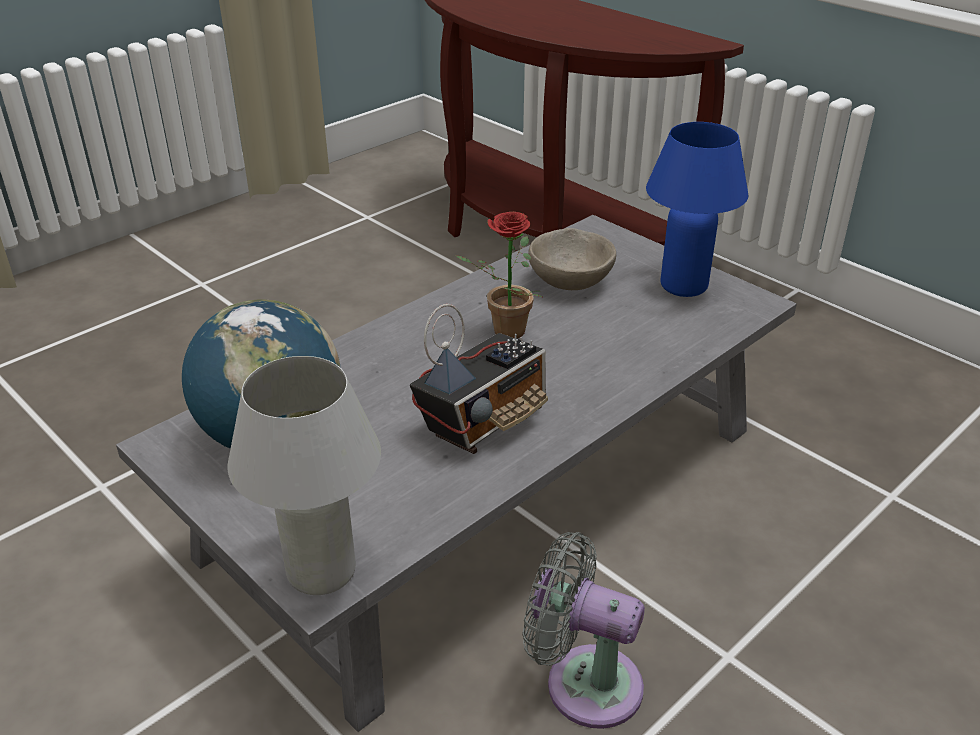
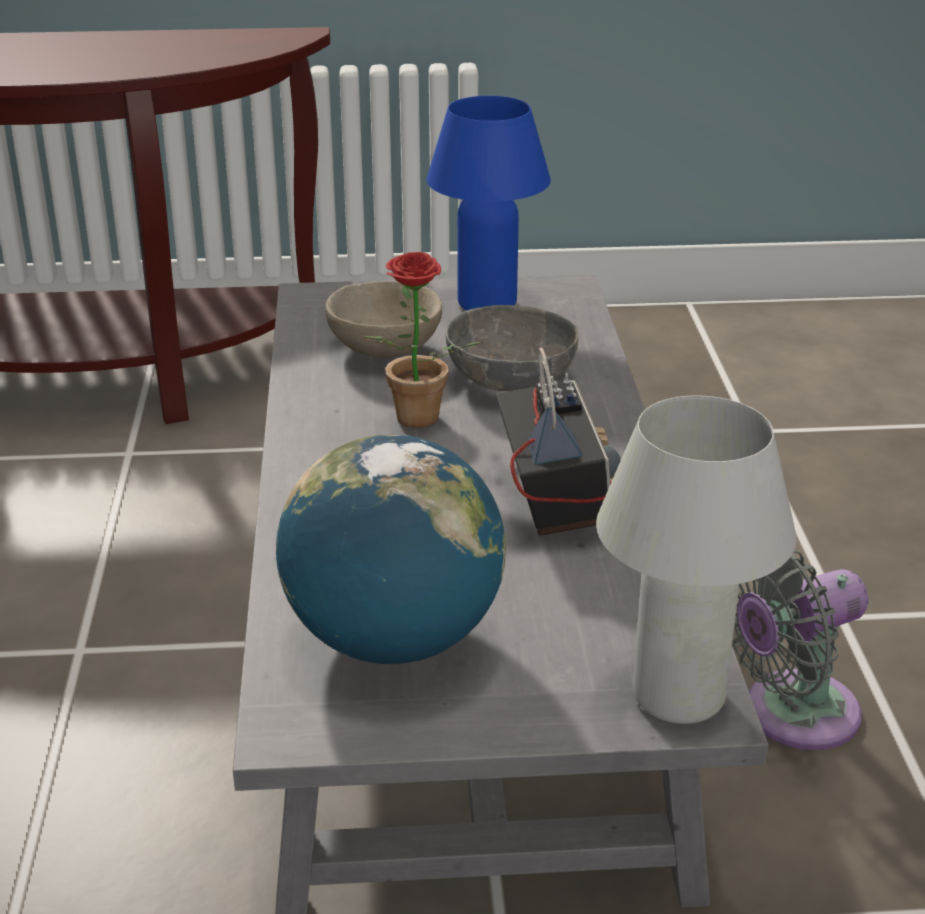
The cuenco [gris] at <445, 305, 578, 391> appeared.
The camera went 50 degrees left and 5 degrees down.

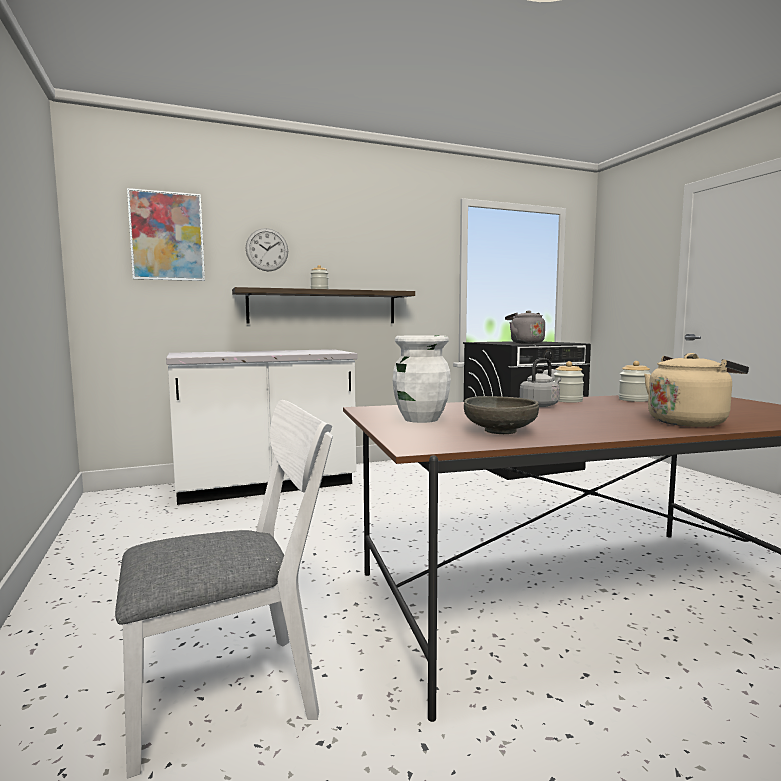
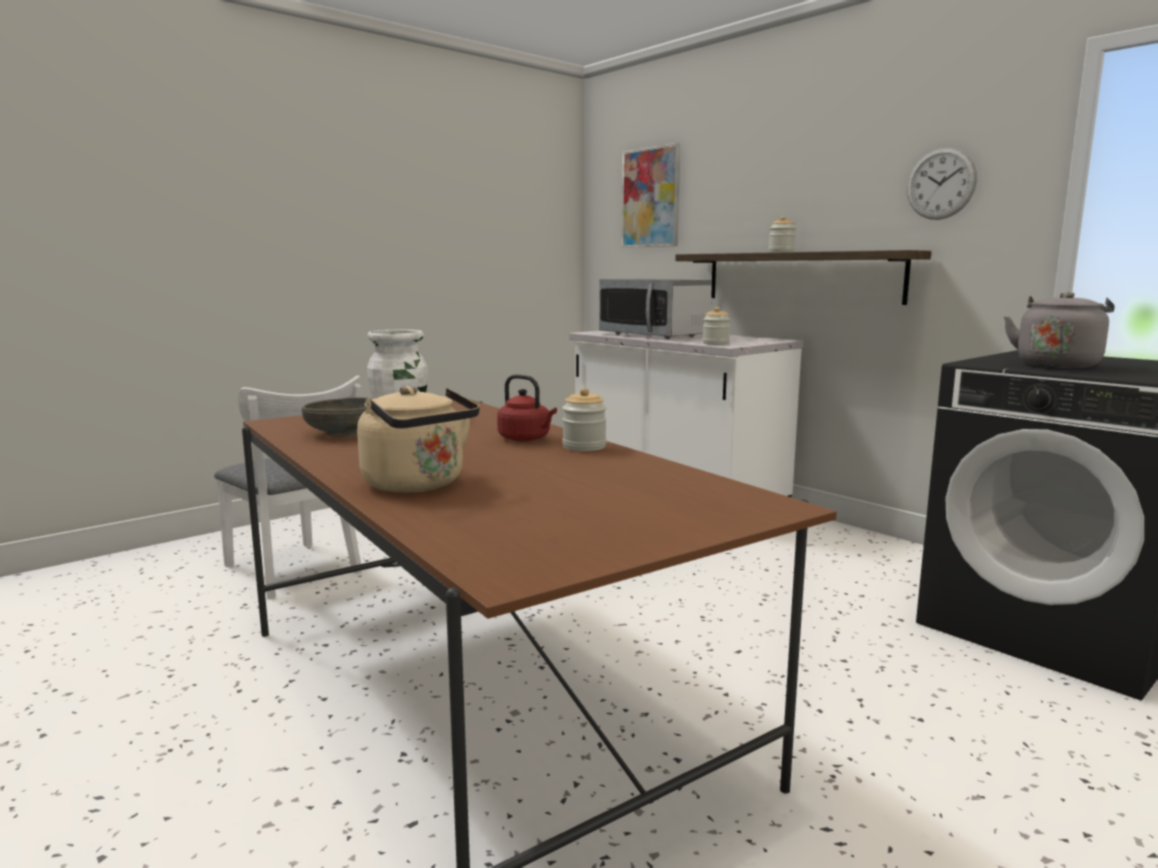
The microondas at <599, 279, 712, 339> appeared.
The reloj de pared moved from <246, 228, 288, 271> to <907, 147, 977, 220>.
The tarro moved from <619, 361, 651, 402> to <702, 307, 731, 345>.
The hervidor [gris] at <520, 358, 561, 407> became the hervidor [rojo] at <497, 375, 557, 442>.
The camera went 70 degrees right and 5 degrees up.

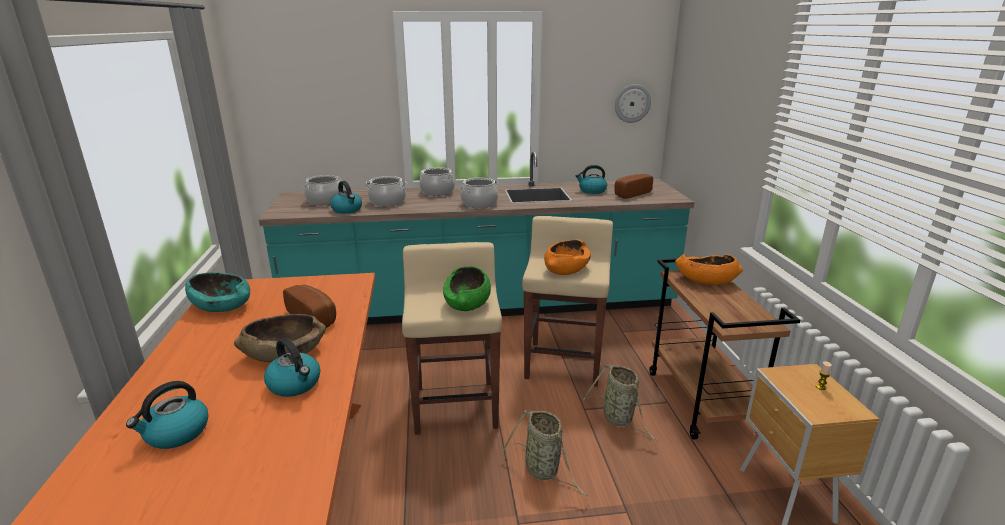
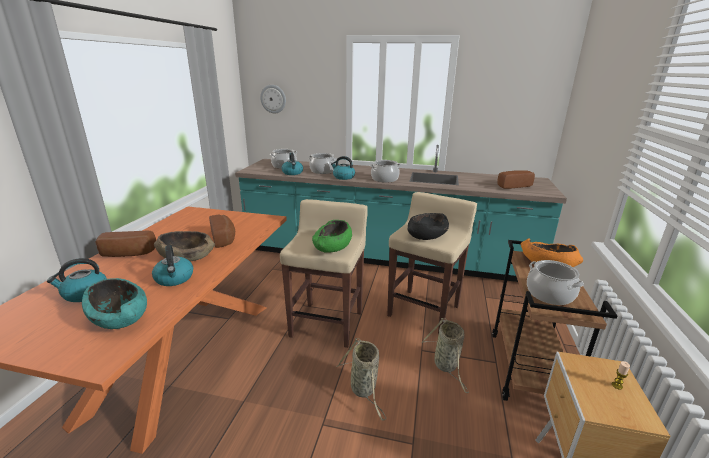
The pan at <95, 231, 156, 257> appeared.
The cuenco [turquesa] moved from <185, 272, 250, 312> to <82, 278, 147, 329>.
The olla moved from <419, 167, 455, 196> to <527, 260, 584, 305>.
The hervidor moved from <576, 165, 607, 194> to <331, 156, 355, 180>.
The reloj de pared moved from <615, 84, 651, 123> to <260, 85, 286, 113>.
The cuenco [naranja] at <544, 239, 591, 275> became the cuenco [negro] at <407, 213, 449, 240>.
The camera went 20 degrees right and 0 degrees up.

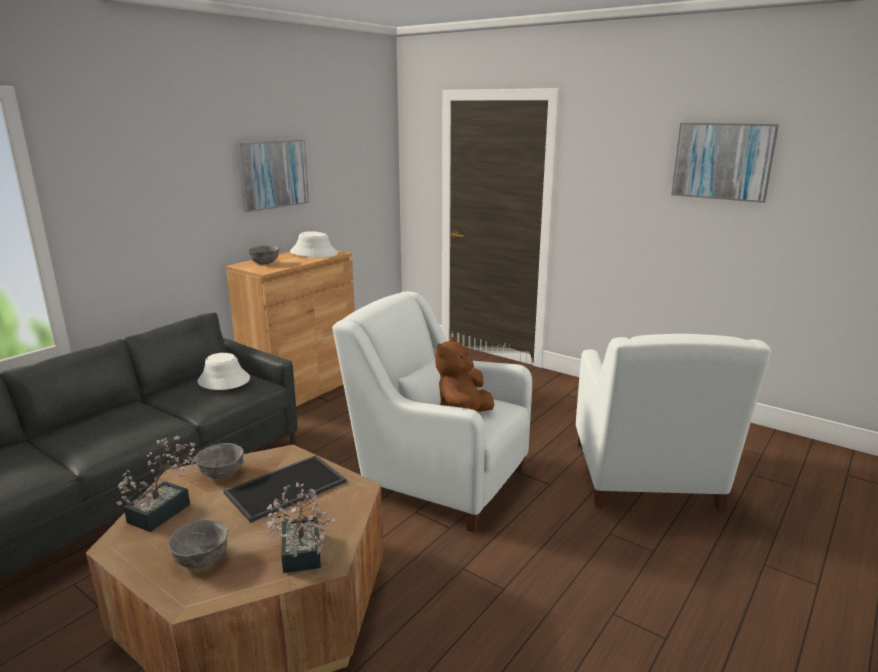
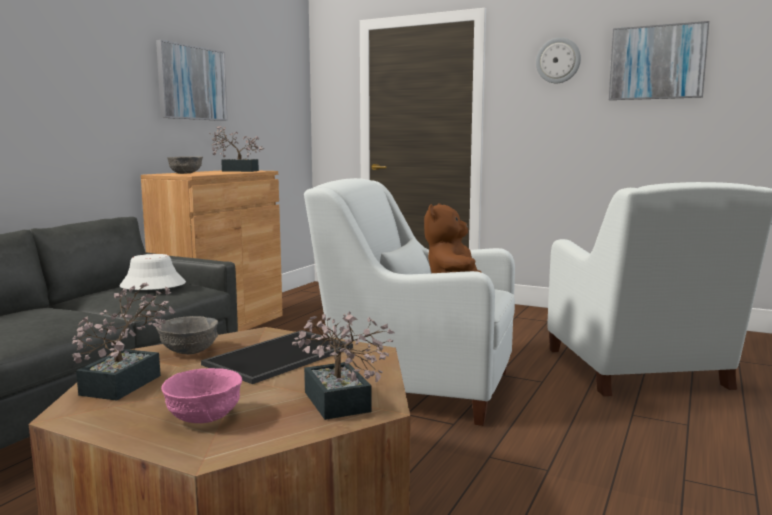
The reloj de pared at <536, 37, 581, 83> appeared.
The sombrero [blanco] at <290, 231, 338, 257> was replaced by the planta en maceta at <209, 126, 264, 172>.
The cuenco [gris] at <168, 519, 228, 569> became the cuenco [rosa] at <161, 368, 242, 423>.
The camera went 10 degrees left and 10 degrees down.

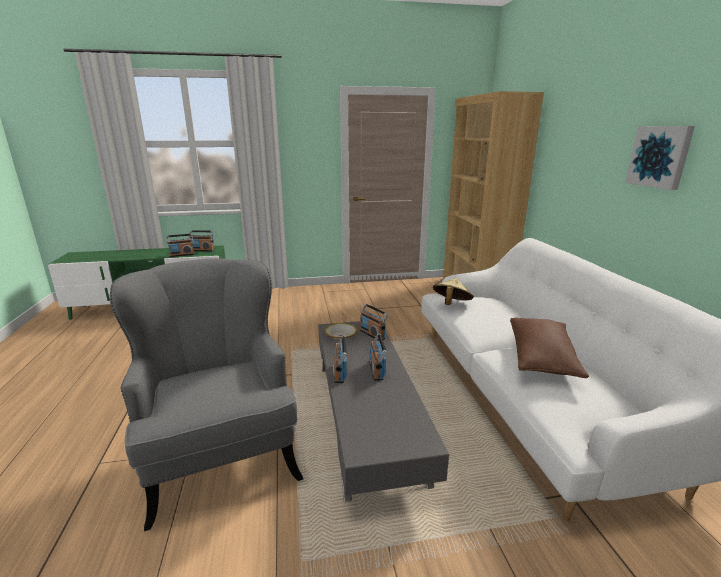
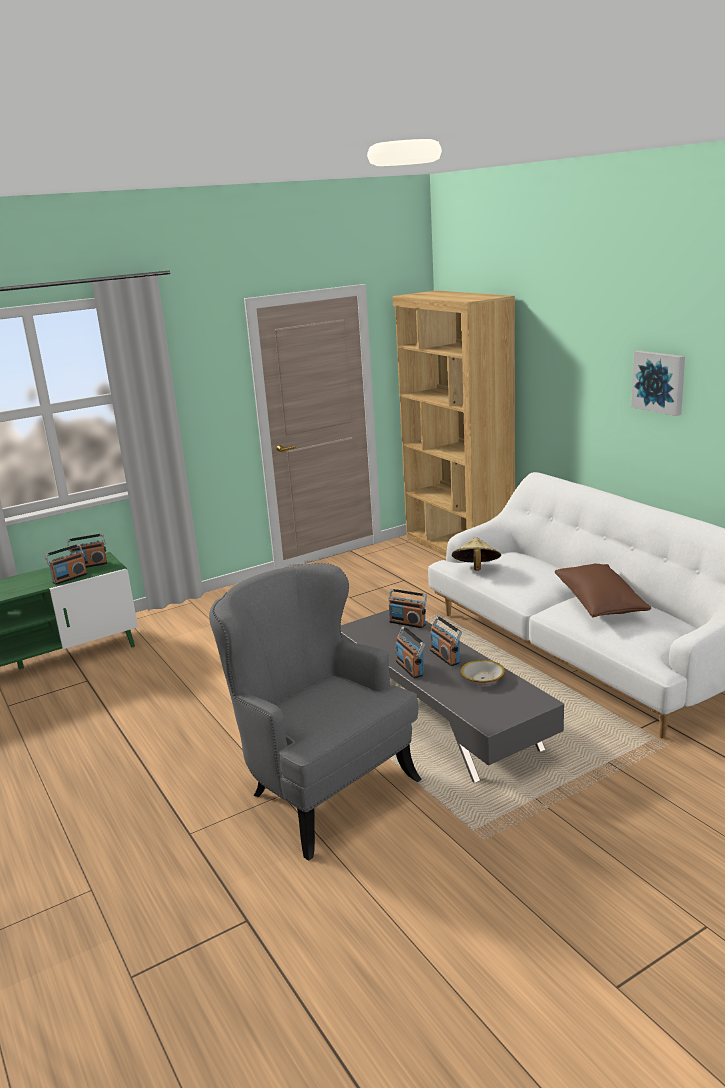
The cuenco moved from <325, 323, 357, 340> to <461, 660, 505, 685>.
The camera went 20 degrees left and 0 degrees up.

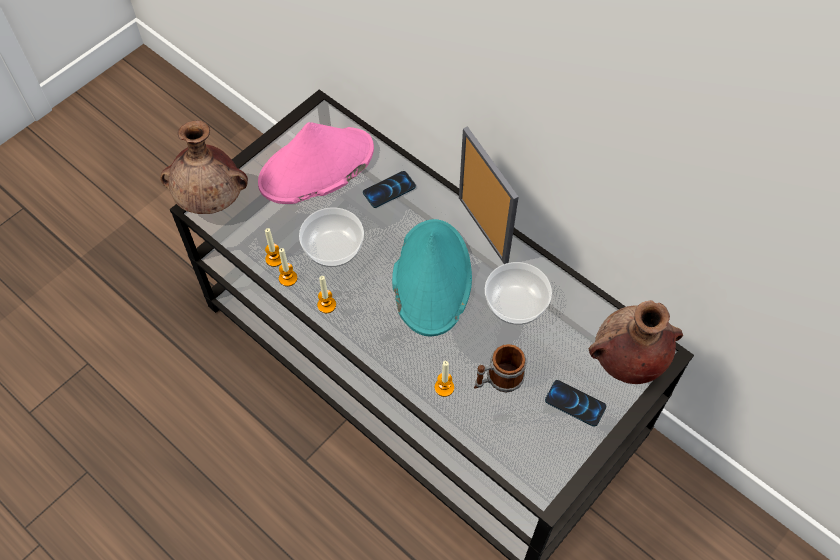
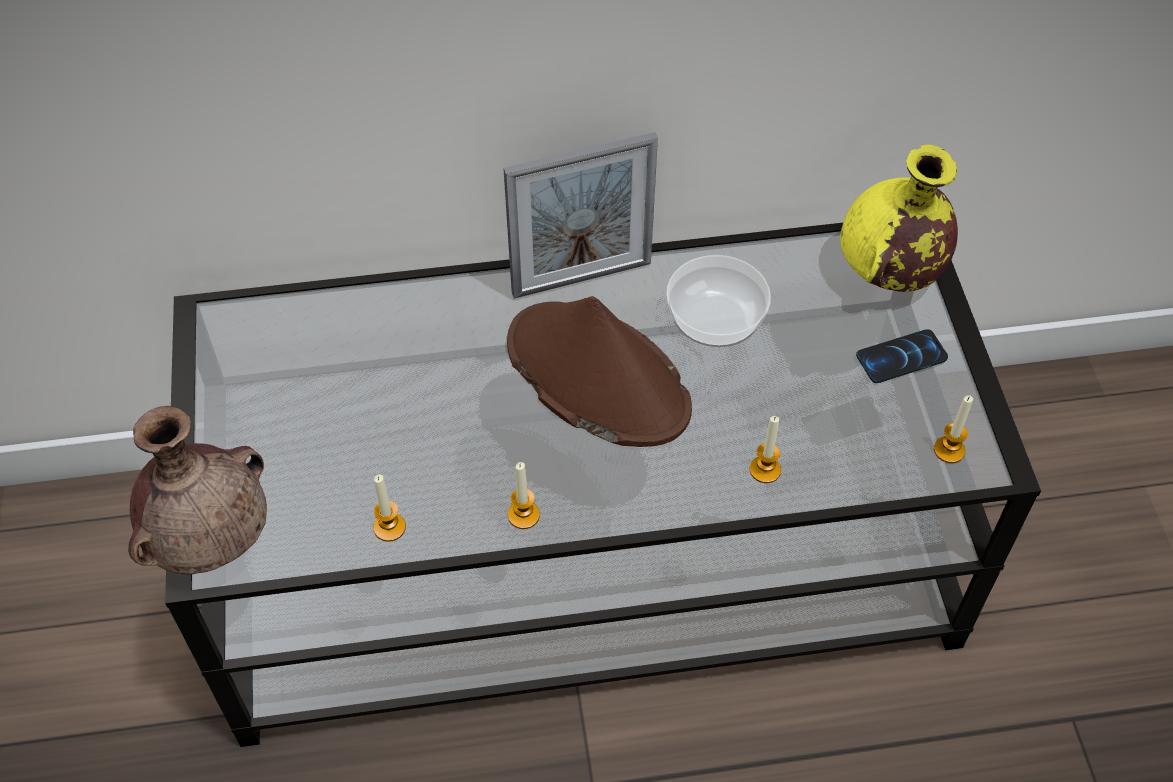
The sombrero [rosa] at <258, 122, 374, 204> disappeared.
The cuenco at <299, 207, 364, 267> disappeared.
The móvil at <363, 171, 416, 208> disappeared.
The taza grande at <474, 344, 527, 392> disappeared.
The vela moved from <279, 248, 297, 286> to <934, 395, 973, 463>.
The sombrero [turquesa] at <392, 219, 472, 336> became the sombrero [marrón] at <507, 296, 692, 447>.
The florero [marrón] at <589, 300, 683, 384> became the florero [amarillo] at <840, 145, 958, 292>.
The portarretratos at <459, 126, 519, 264> turned 150 degrees clockwise.
The camera went 50 degrees left and 5 degrees down.

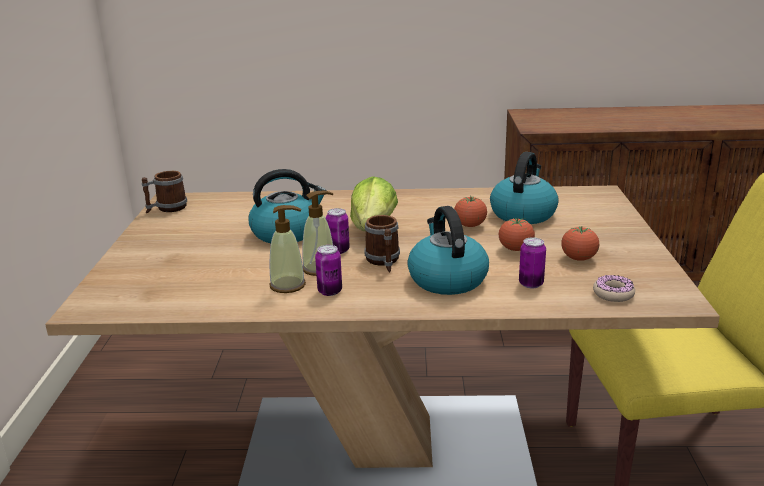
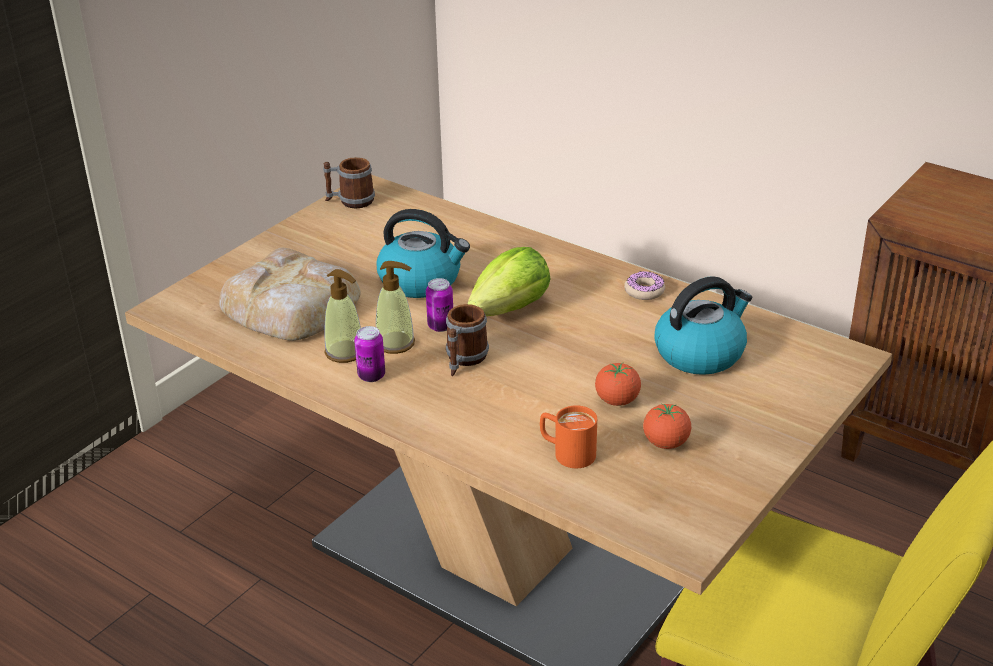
The hervidor at <407, 206, 489, 295> disappeared.
The tomate at <454, 197, 487, 227> disappeared.
The pan at <219, 248, 361, 341> appeared.
The rosquilla moved from <593, 275, 635, 302> to <624, 271, 665, 300>.
The lata at <519, 237, 546, 288> was replaced by the taza grande [naranja] at <540, 405, 597, 468>.
The camera went 35 degrees right and 10 degrees up.

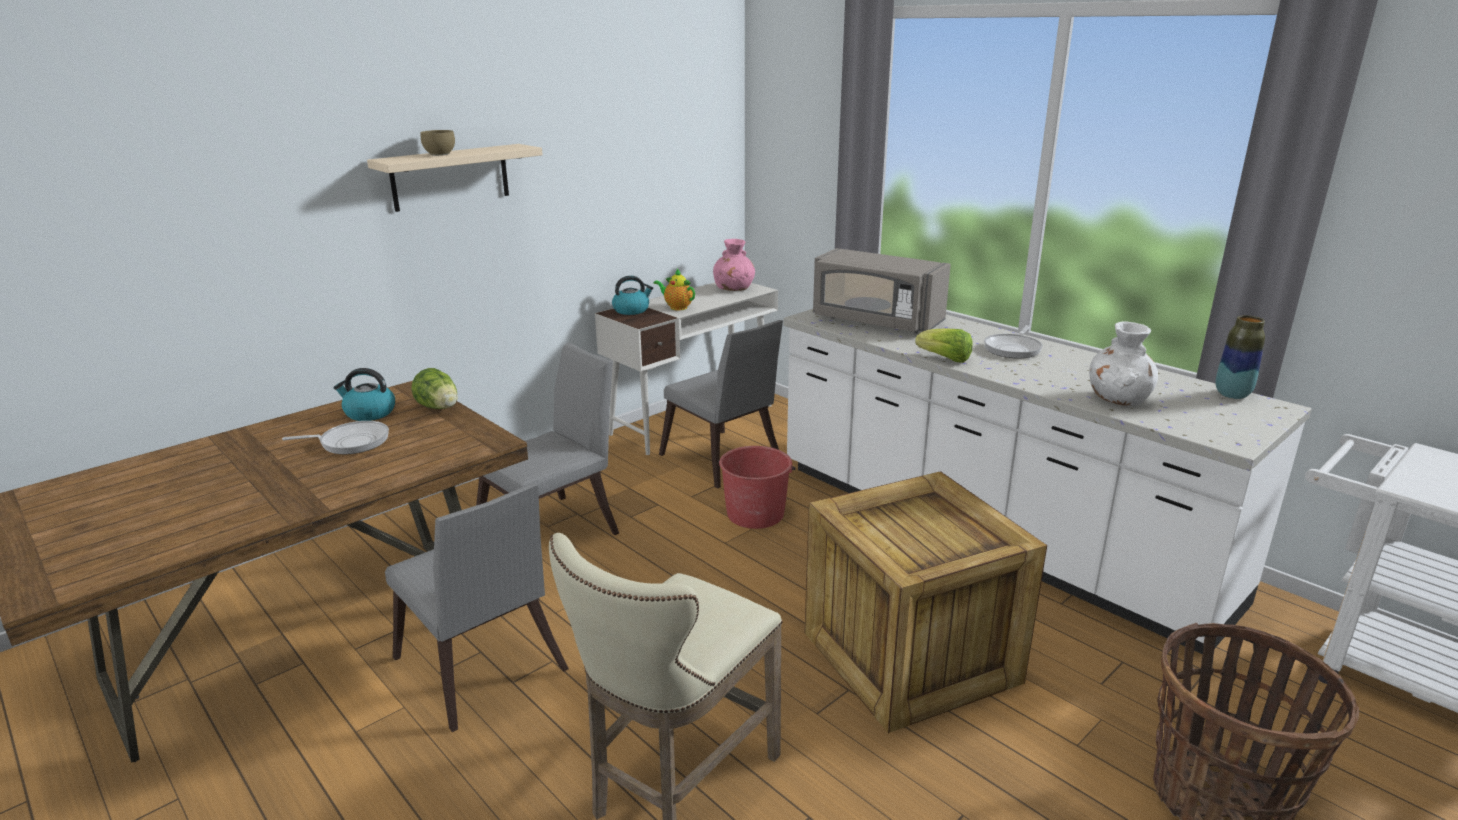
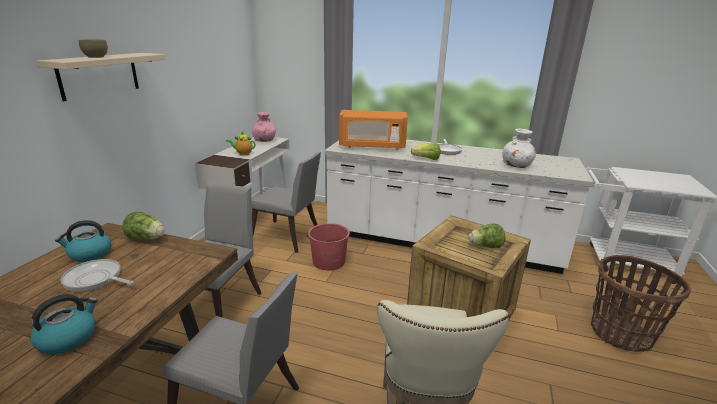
The florero at <1215, 315, 1265, 399> disappeared.
The lechuga at <468, 224, 505, 248> appeared.
The hervidor moved from <612, 276, 653, 315> to <30, 294, 98, 354>.
The microondas [gris] at <813, 248, 951, 334> became the microondas [naranja] at <339, 110, 408, 150>.
The sartén at <282, 421, 389, 454> turned 120 degrees counterclockwise.
The camera went 30 degrees left and 0 degrees up.

